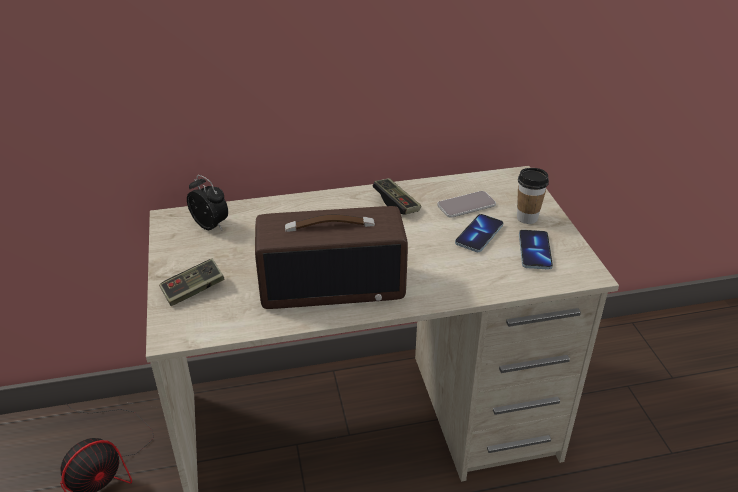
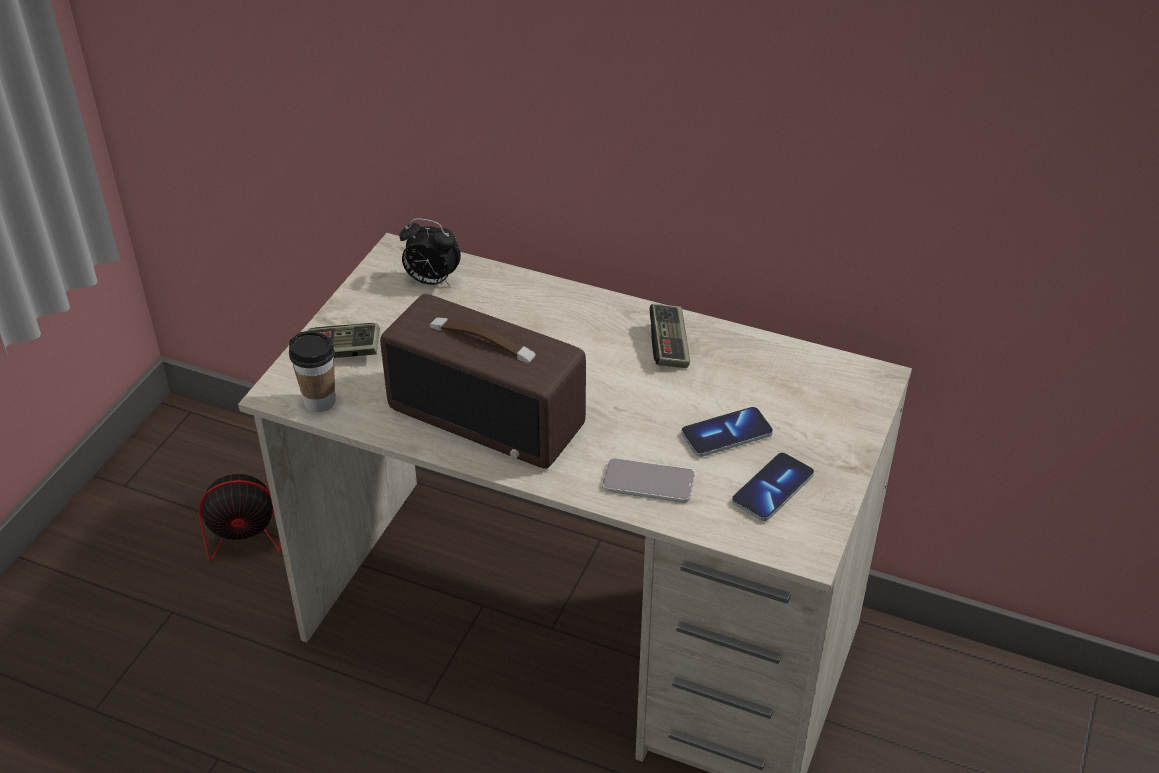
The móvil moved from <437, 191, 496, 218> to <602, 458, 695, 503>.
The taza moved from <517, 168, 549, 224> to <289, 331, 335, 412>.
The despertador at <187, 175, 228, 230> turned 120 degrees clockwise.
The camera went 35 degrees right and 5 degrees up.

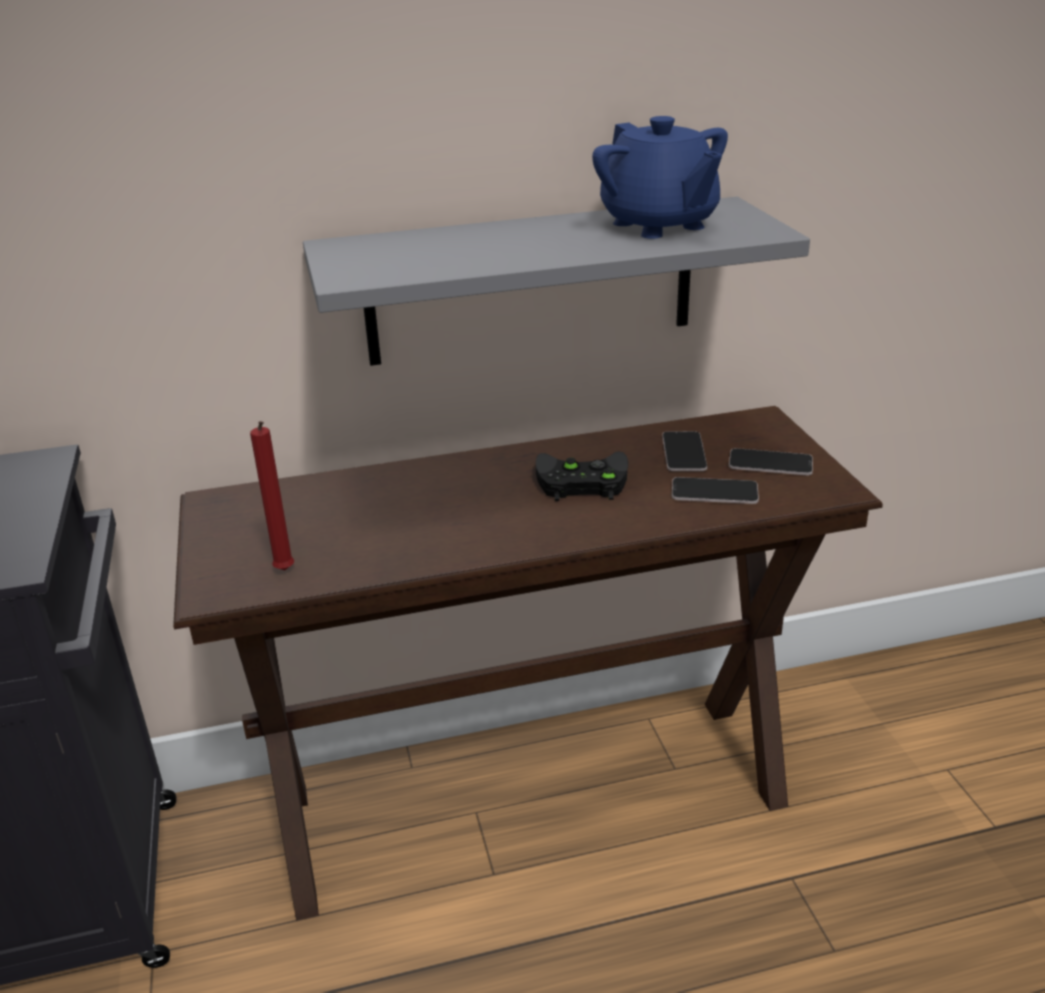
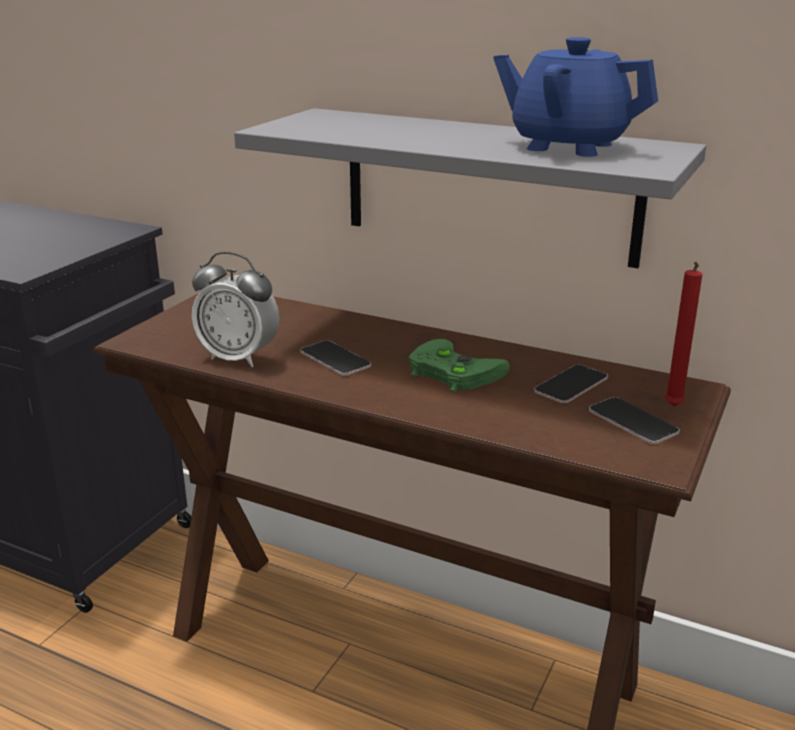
The despertador at <192, 252, 280, 367> appeared.
The vela [rojo] moved from <250, 421, 294, 570> to <665, 261, 703, 406>.
The móvil moved from <672, 477, 759, 504> to <300, 340, 371, 376>.
The mando de consola [negro] at <536, 451, 628, 501> became the mando de consola [verde] at <409, 339, 510, 392>.
The tetera [azul] at <592, 116, 728, 239> turned 105 degrees clockwise.
The camera went 40 degrees right and 5 degrees down.

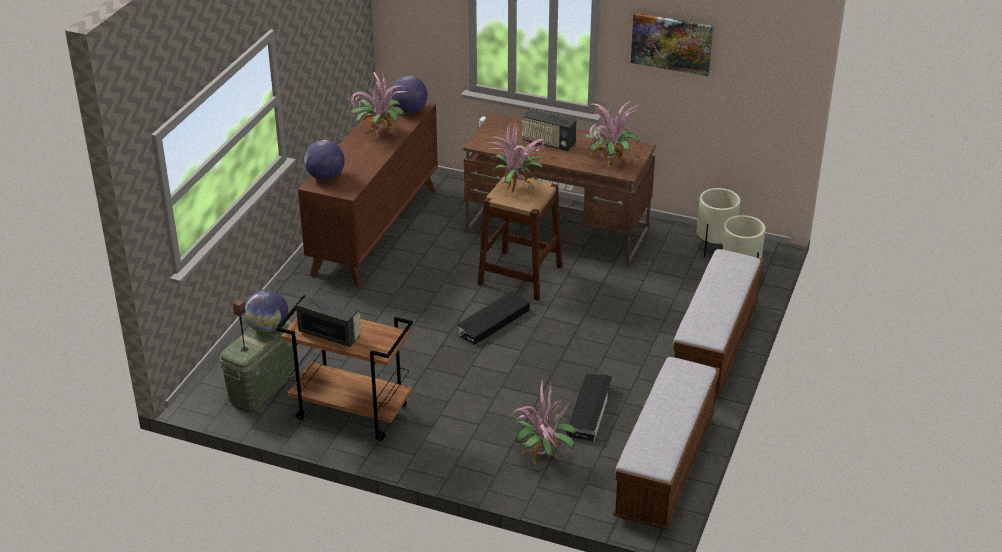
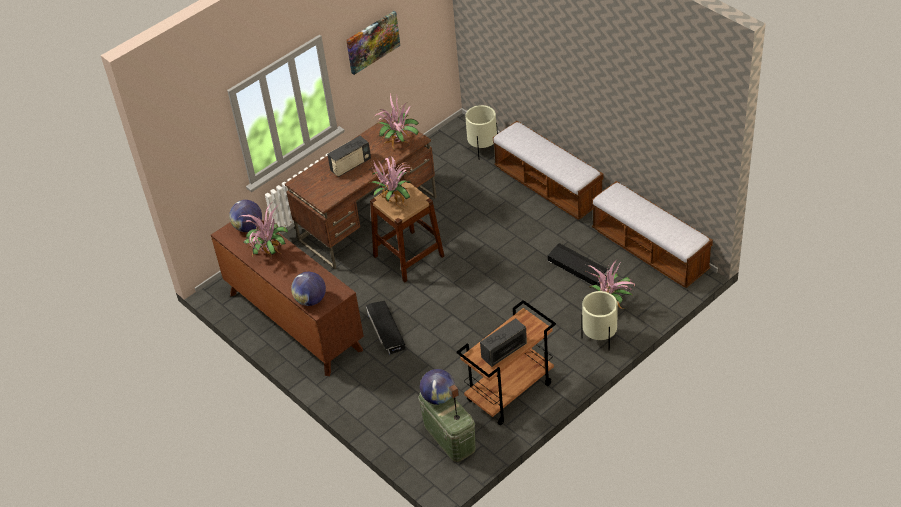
The caja de almacenaje [negro] moved from <456, 291, 530, 346> to <366, 301, 406, 354>.
The maceta [beis] moved from <697, 188, 740, 258> to <581, 291, 618, 350>.
The camera went 60 degrees left and 10 degrees up.

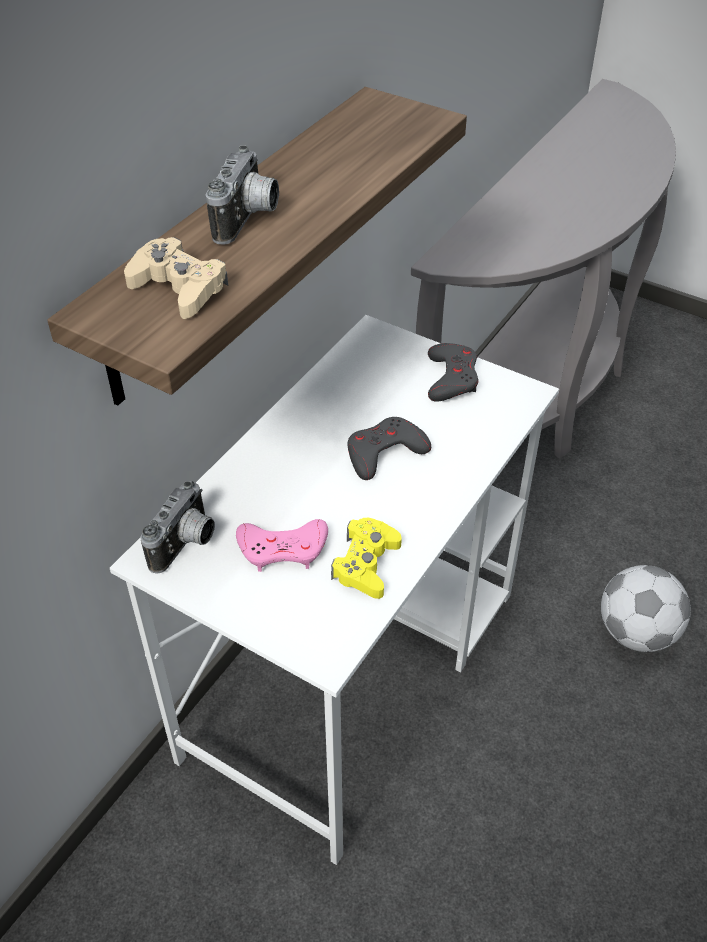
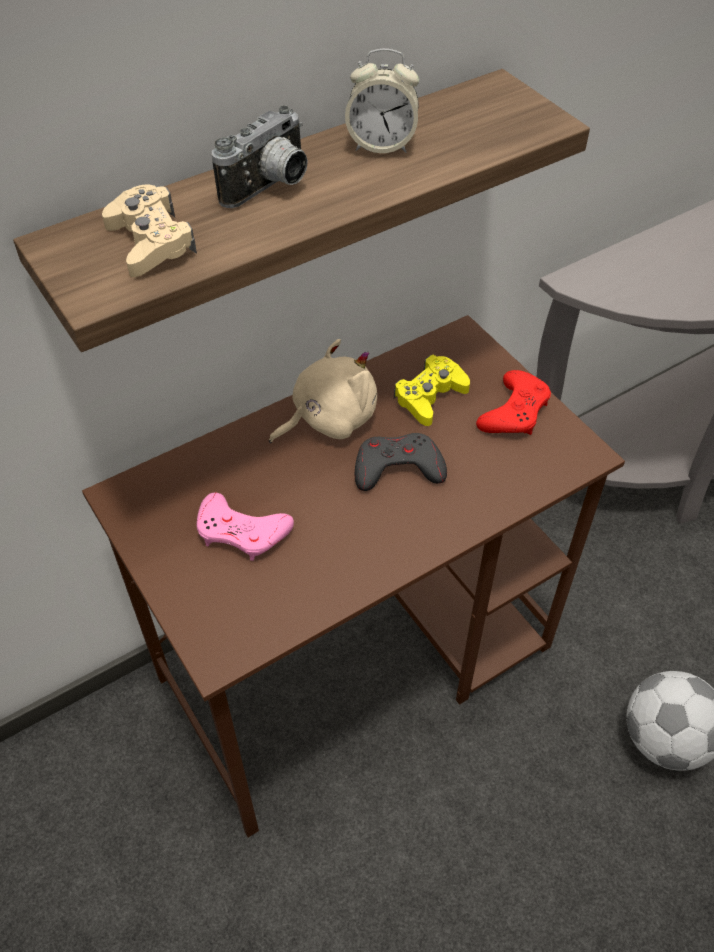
The cámara at <140, 481, 215, 574> disappeared.
The peluche [beis] at <269, 339, 377, 443> appeared.
The despertador at <345, 49, 419, 153> appeared.
The mando de consola [amarillo] moved from <331, 518, 402, 599> to <394, 355, 470, 426>.
The escritorio [blanco] at <110, 315, 559, 865> became the escritorio [marrón] at <82, 315, 625, 837>.
The mando de consola [gris] at <428, 343, 479, 402> became the mando de consola [rojo] at <476, 370, 551, 435>.
The camera went 25 degrees right and 5 degrees up.

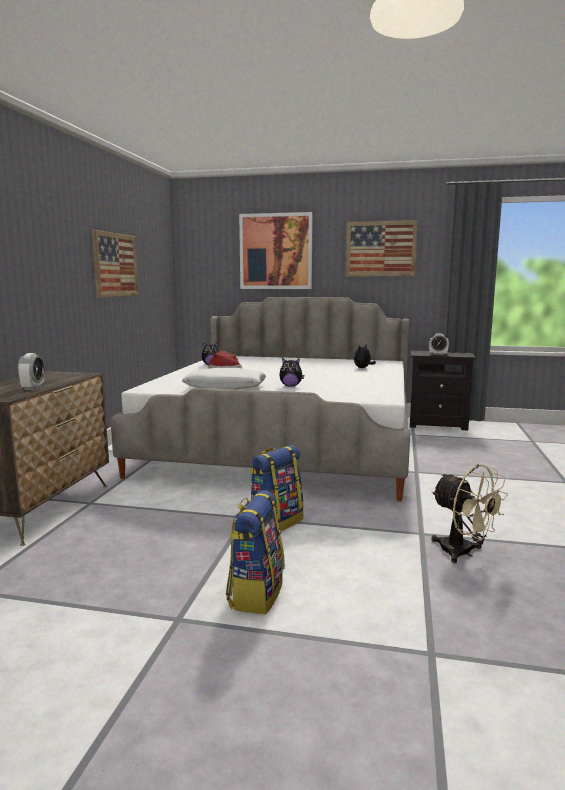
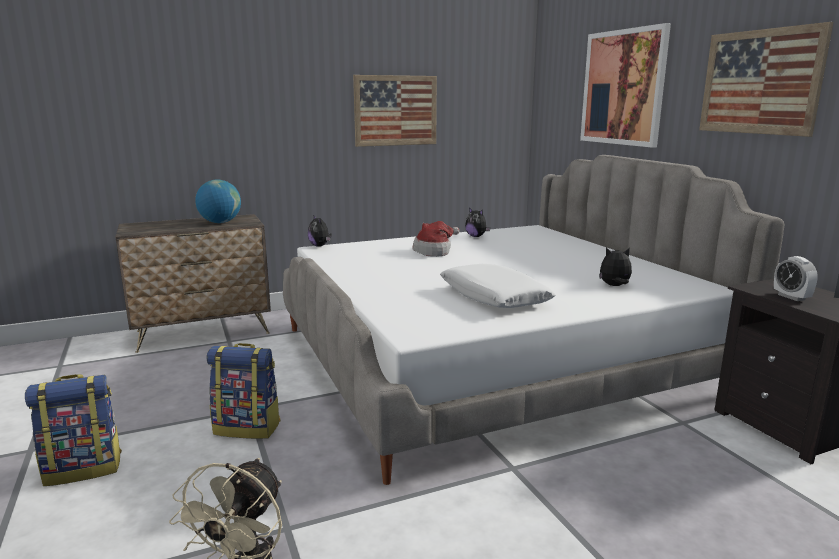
The despertador at <18, 353, 45, 390> disappeared.
The globo terráqueo at <195, 180, 241, 223> appeared.
The cojín [blanco] moved from <182, 368, 266, 389> to <440, 264, 555, 308>.
The peluche moved from <279, 358, 304, 387> to <308, 215, 332, 247>.
The camera went 55 degrees right and 5 degrees up.

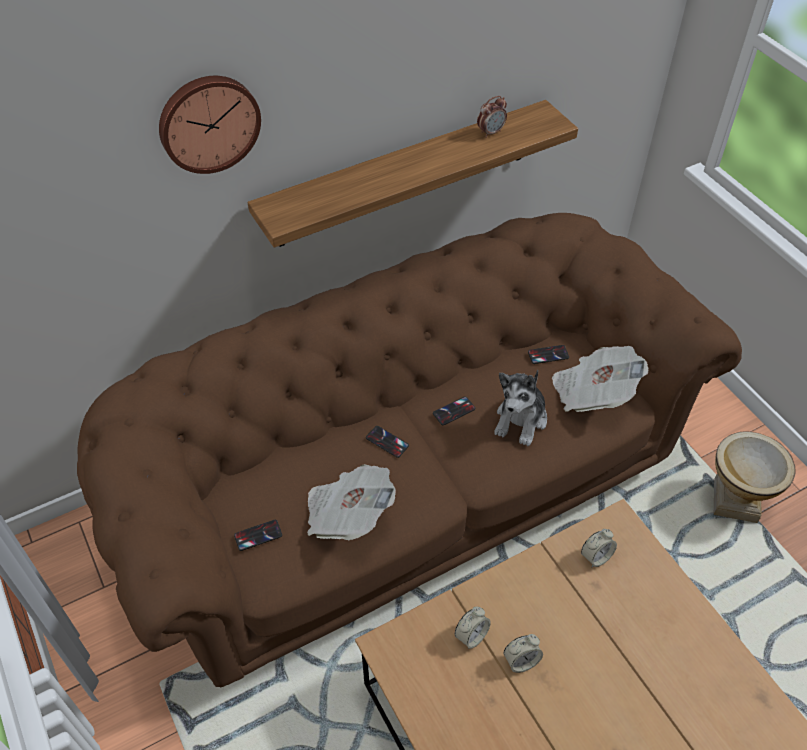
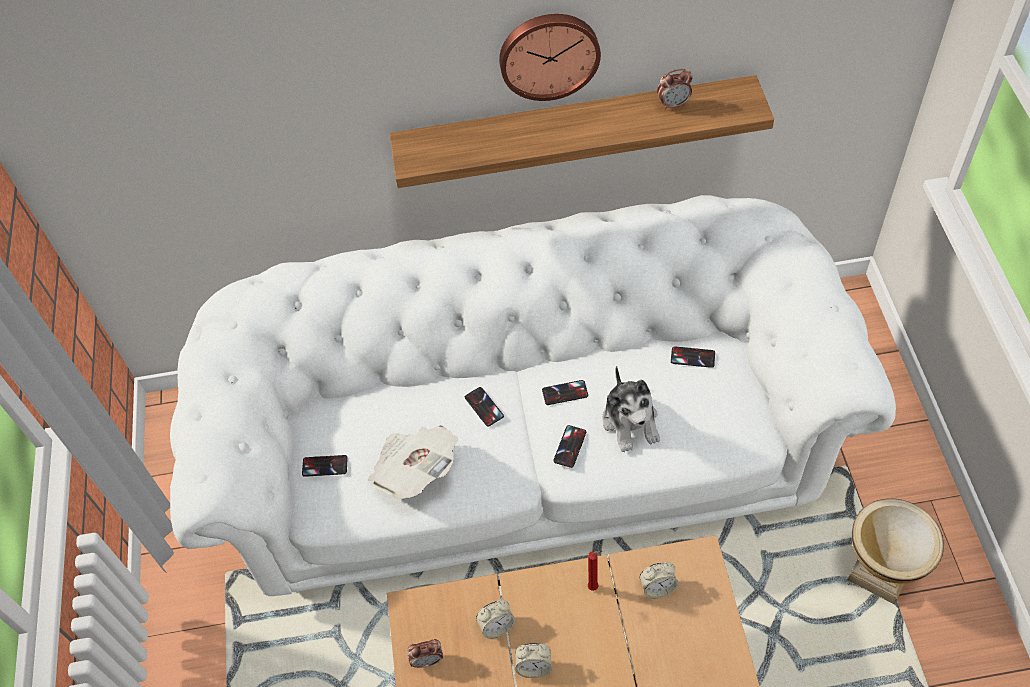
The periódico at <552, 346, 648, 412> disappeared.
The despertador at <407, 639, 443, 668> appeared.
The móvil at <553, 425, 586, 468> appeared.
The vela [rojo] at <588, 551, 602, 591> appeared.
The reloj de pared moved from <159, 76, 261, 174> to <499, 14, 601, 101>.
The sofá [marrón] at <77, 213, 742, 687> became the sofá [blanco] at <170, 195, 896, 596>.
The peluche at <494, 370, 547, 446> turned 60 degrees counterclockwise.
The camera went 25 degrees right and 5 degrees up.

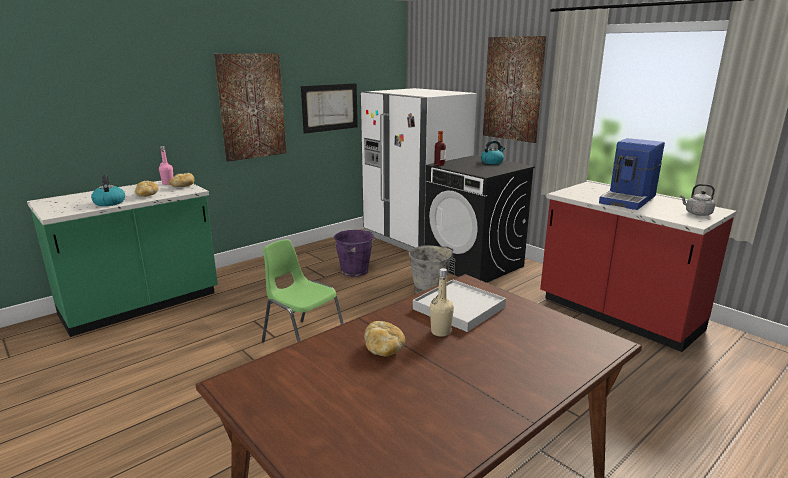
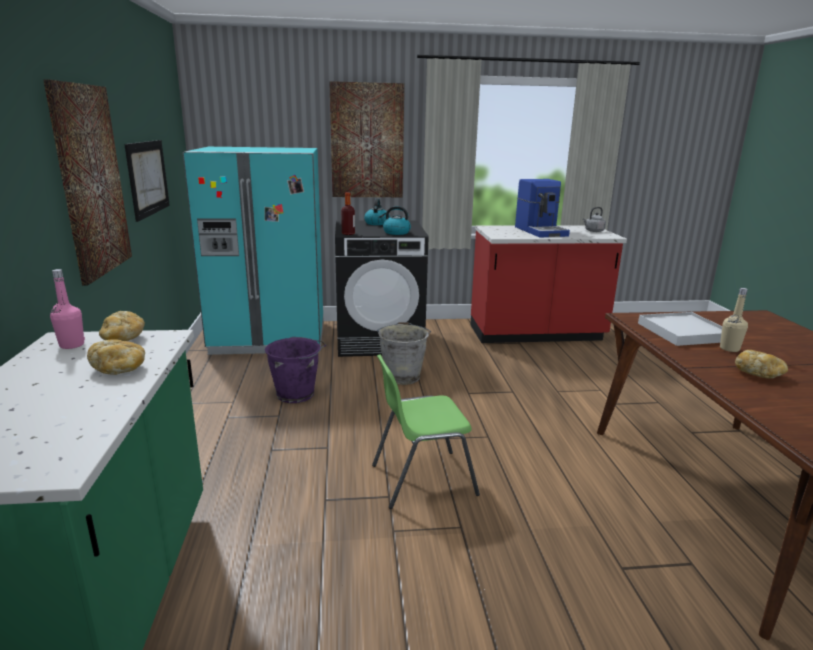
The hervidor moved from <91, 175, 125, 206> to <379, 206, 411, 235>.
The nevera [blanco] at <360, 88, 477, 251> became the nevera [turquesa] at <183, 147, 323, 355>.
The camera went 55 degrees left and 0 degrees up.

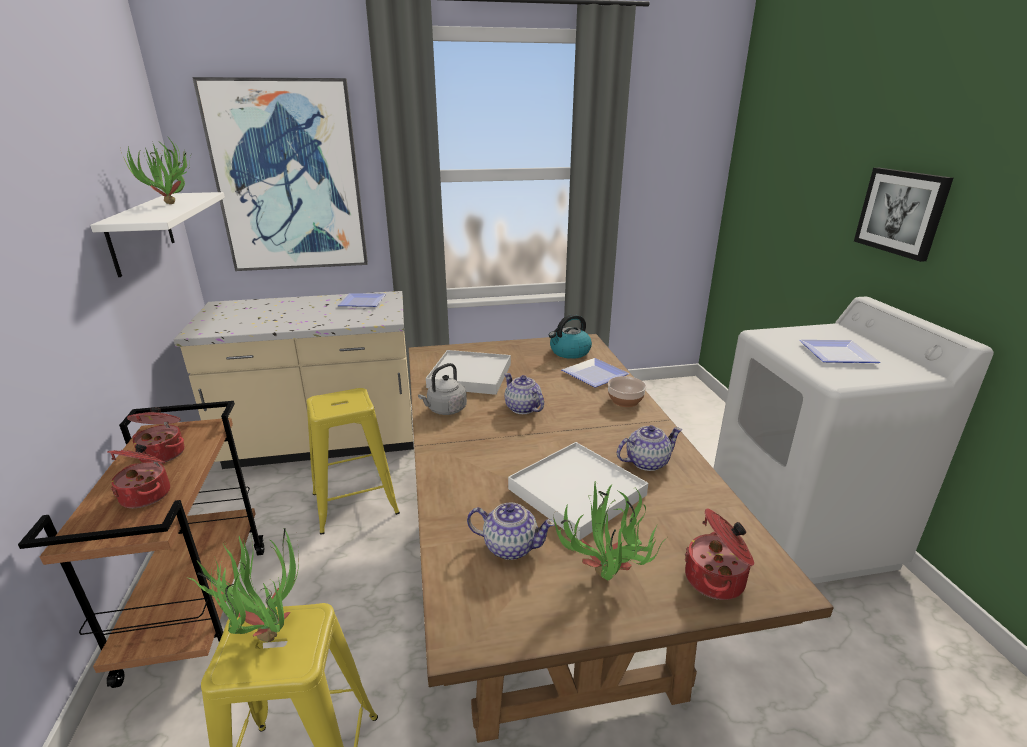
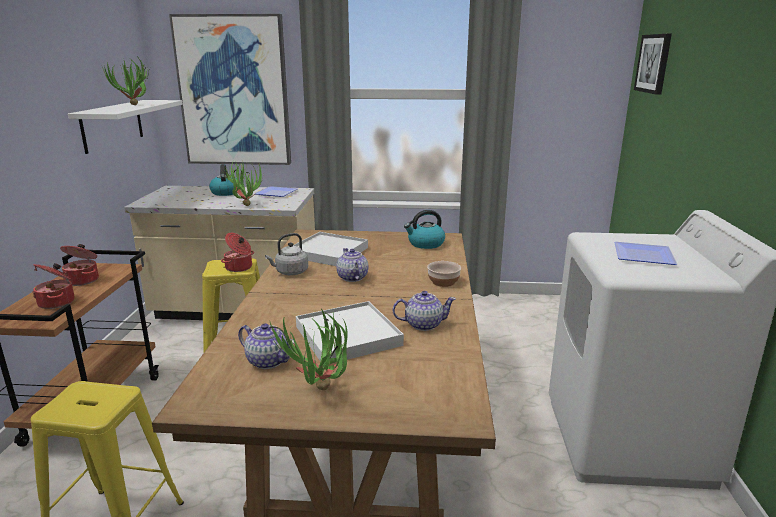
The plato at <562, 358, 629, 387> disappeared.
The hervidor at <209, 164, 234, 196> appeared.
The planta en maceta moved from <187, 528, 299, 642> to <220, 162, 264, 206>.
The olla moved from <685, 509, 754, 600> to <221, 233, 254, 272>.
The cuadro moved from <854, 168, 953, 262> to <634, 34, 672, 95>.
The camera went 15 degrees right and 5 degrees down.

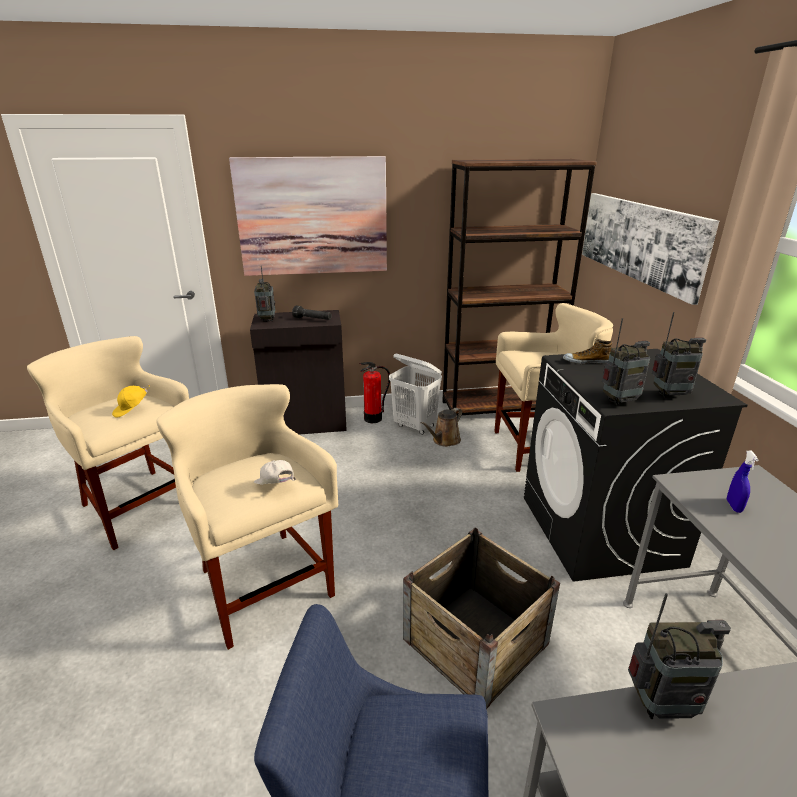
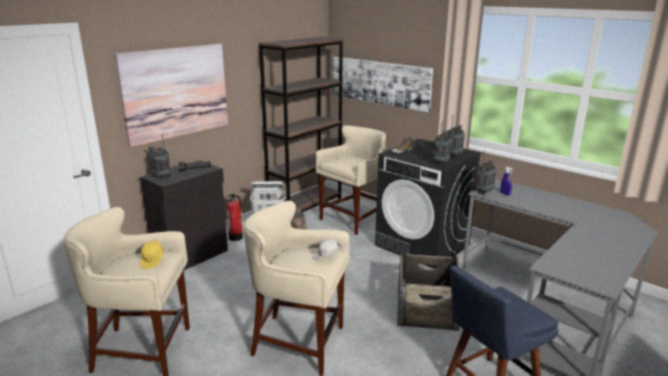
The radio moved from <628, 593, 731, 719> to <475, 154, 496, 195>.
The camera went 40 degrees left and 5 degrees down.

